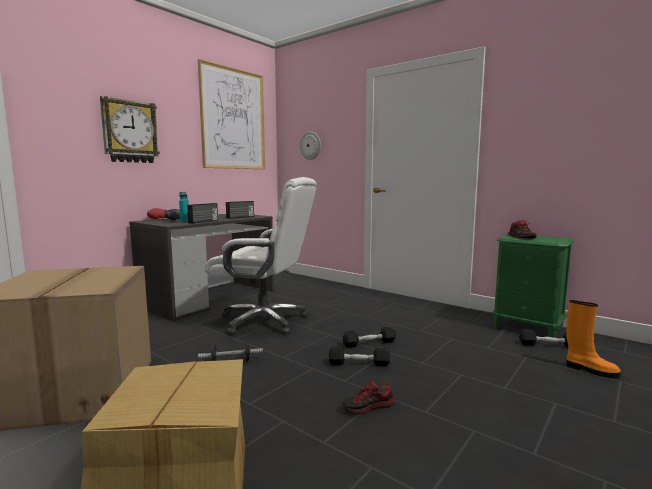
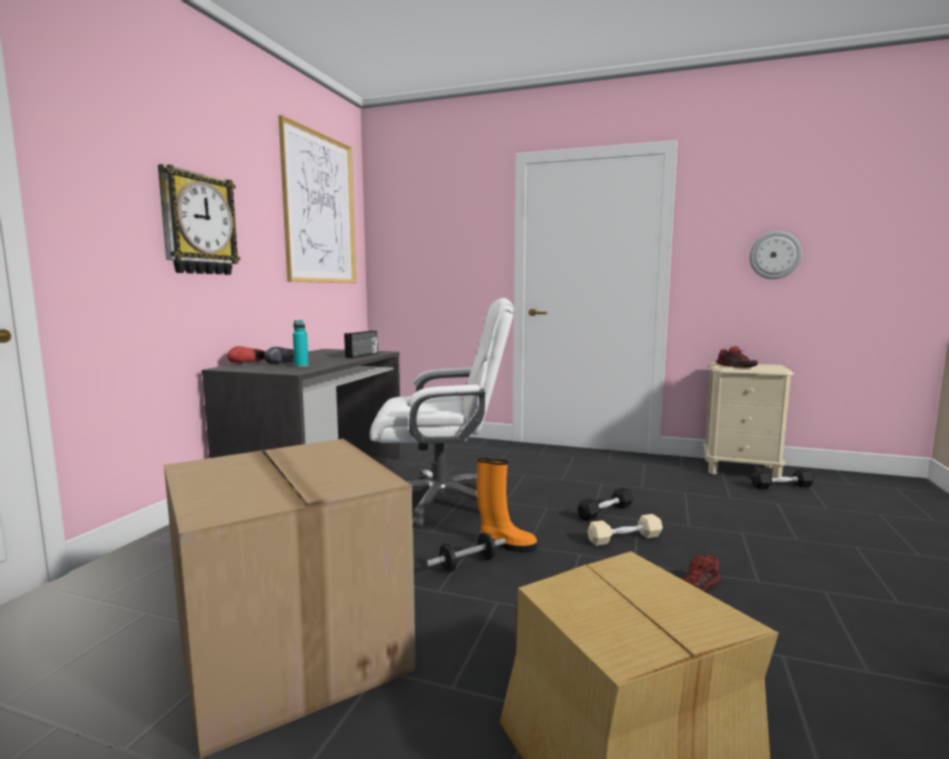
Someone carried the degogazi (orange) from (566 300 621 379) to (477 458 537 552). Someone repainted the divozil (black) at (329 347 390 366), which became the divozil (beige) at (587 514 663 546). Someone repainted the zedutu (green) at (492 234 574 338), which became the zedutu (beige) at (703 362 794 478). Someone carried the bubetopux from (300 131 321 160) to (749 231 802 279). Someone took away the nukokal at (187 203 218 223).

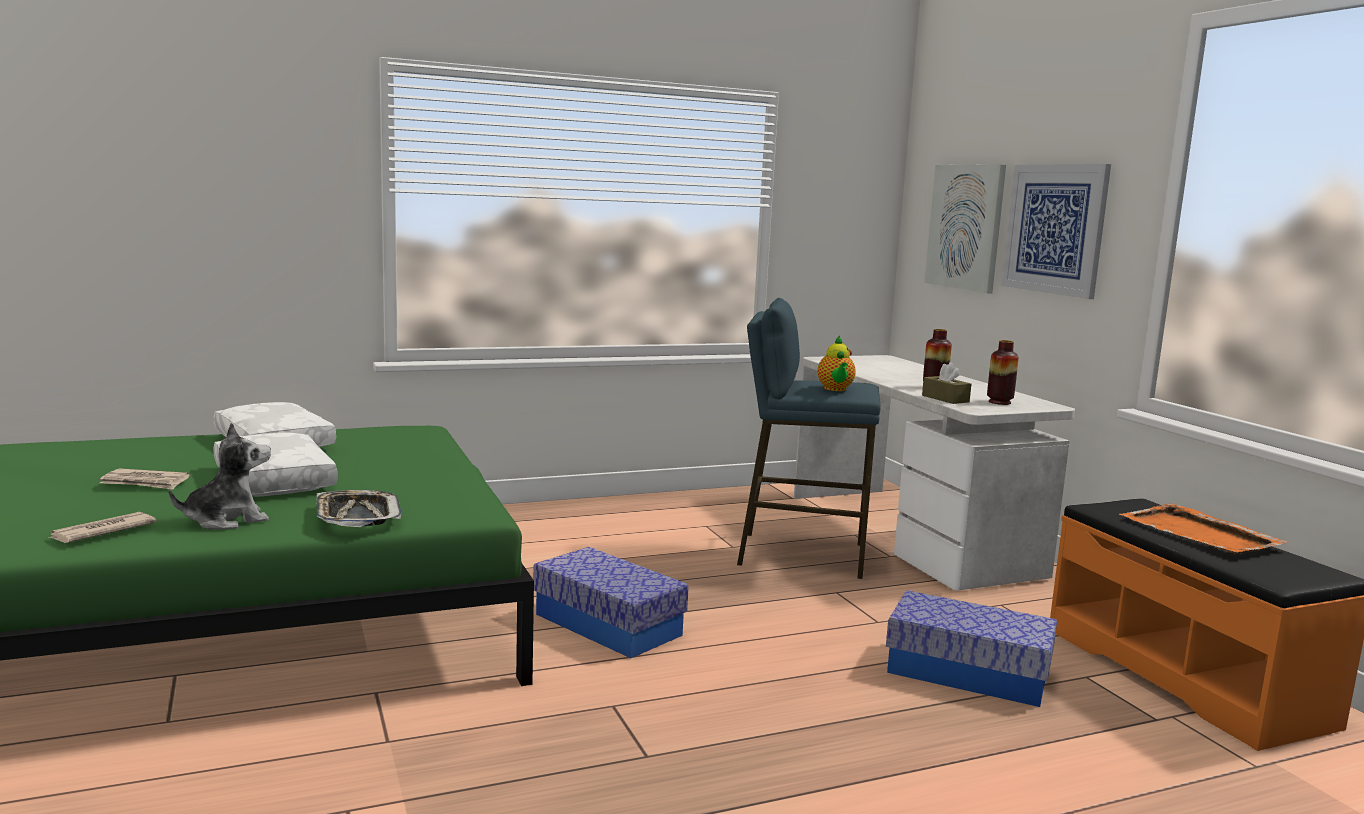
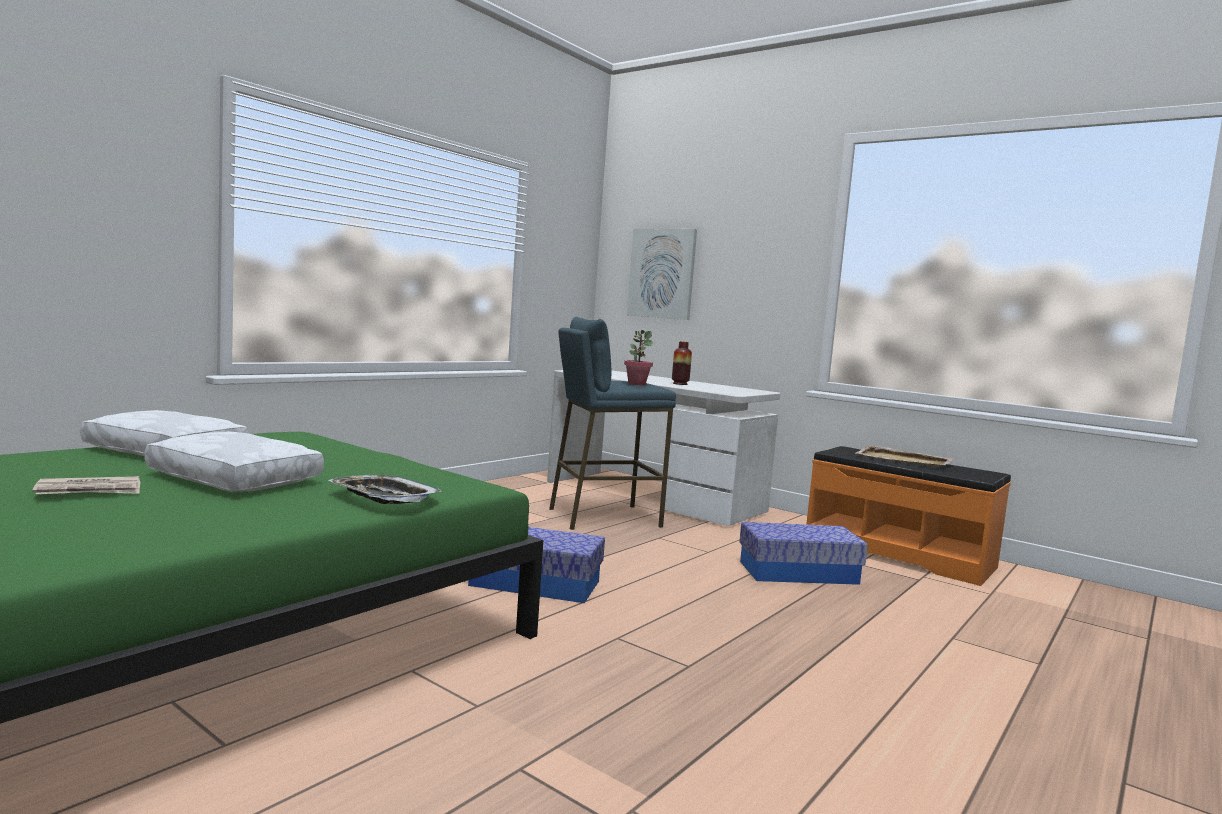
Someone swapped the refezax at (818 336 856 391) for the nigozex at (624 330 653 385). Someone repainted the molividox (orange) at (1119 503 1289 554), which became the molividox (beige) at (856 446 954 467). Someone took away the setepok at (48 512 157 543). Someone took away the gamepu at (169 422 271 530). Someone took away the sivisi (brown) at (922 362 971 404). Someone took away the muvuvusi at (987 340 1019 405). Someone took away the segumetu at (1001 164 1111 299).

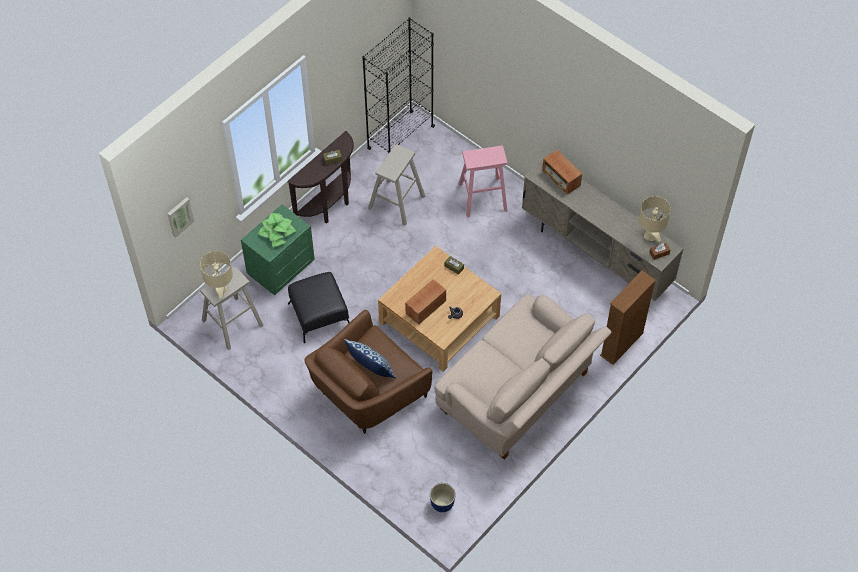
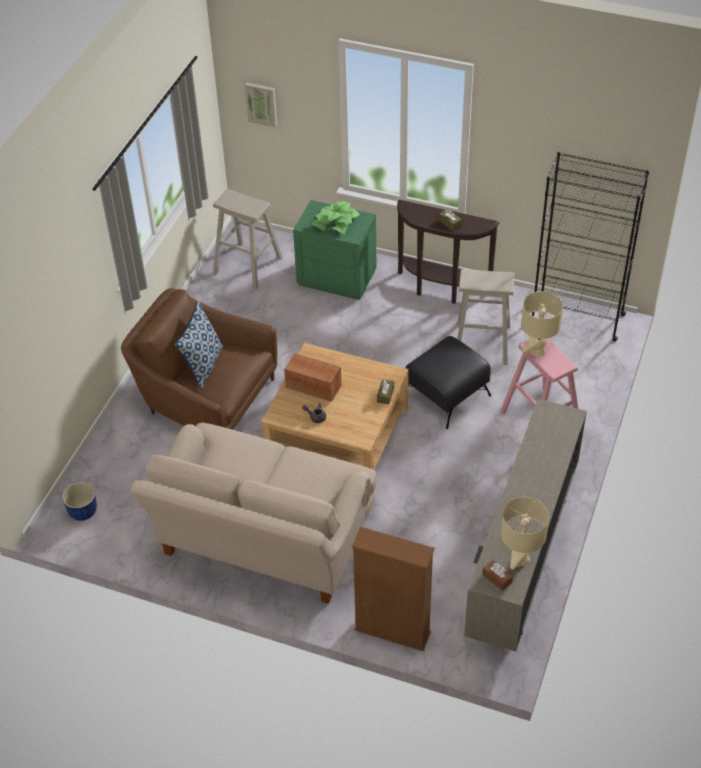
Someone carried the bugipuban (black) from (288 272 350 343) to (405 336 491 429). Someone carried the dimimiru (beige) from (200 251 233 299) to (521 291 563 356). Someone took away the nukokal at (542 150 582 195).

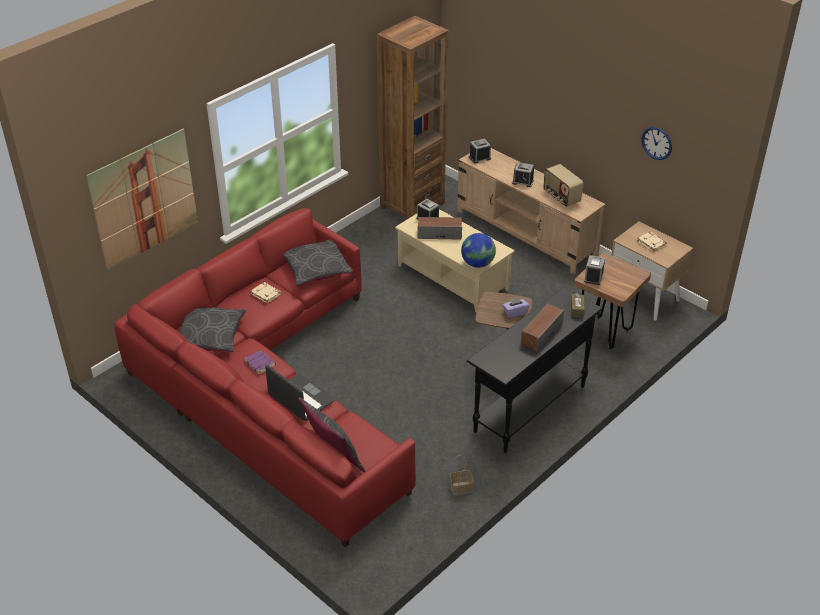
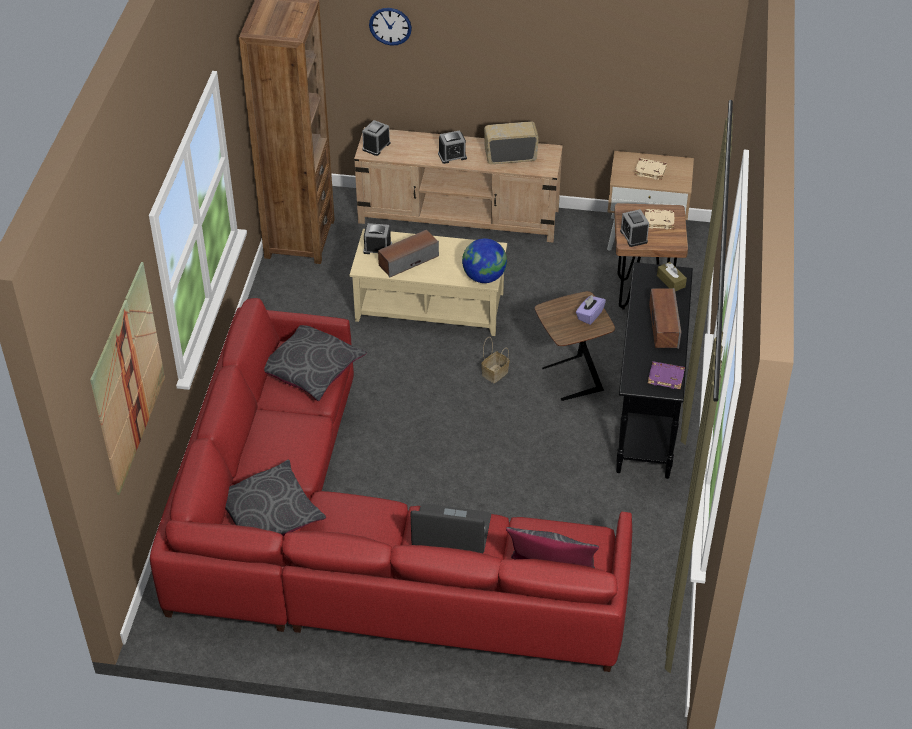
Someone carried the bubetopux from (642 127 672 160) to (369 8 412 45). Someone carried the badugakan from (450 455 474 496) to (481 337 510 383). Someone rotated the nukokal at (544 164 584 207) by 150 degrees clockwise. Someone carried the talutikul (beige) from (251 282 281 304) to (645 209 675 229). Someone carried the talutikul (purple) from (244 350 276 375) to (648 361 685 389).

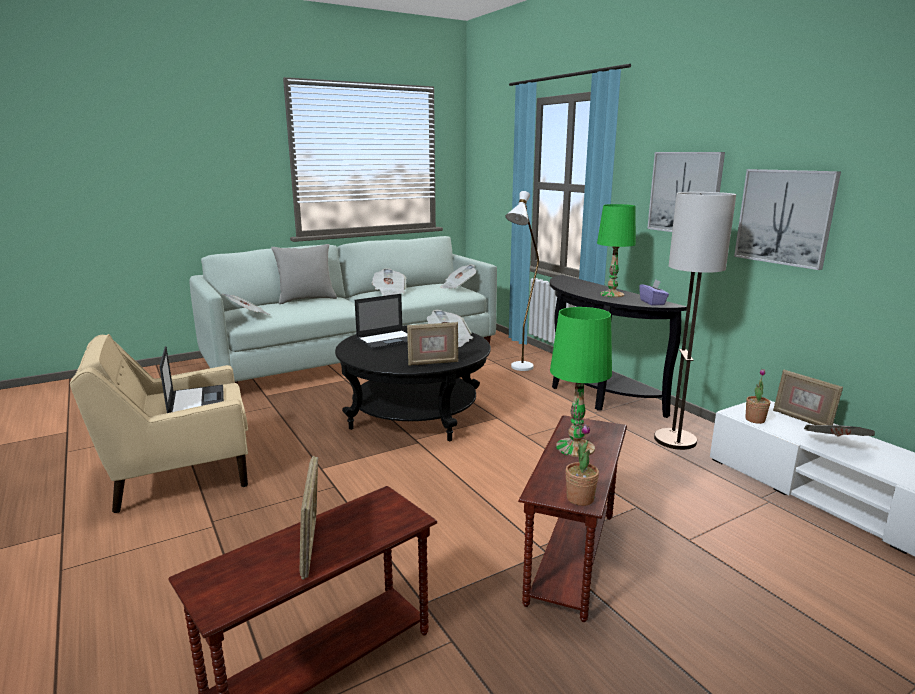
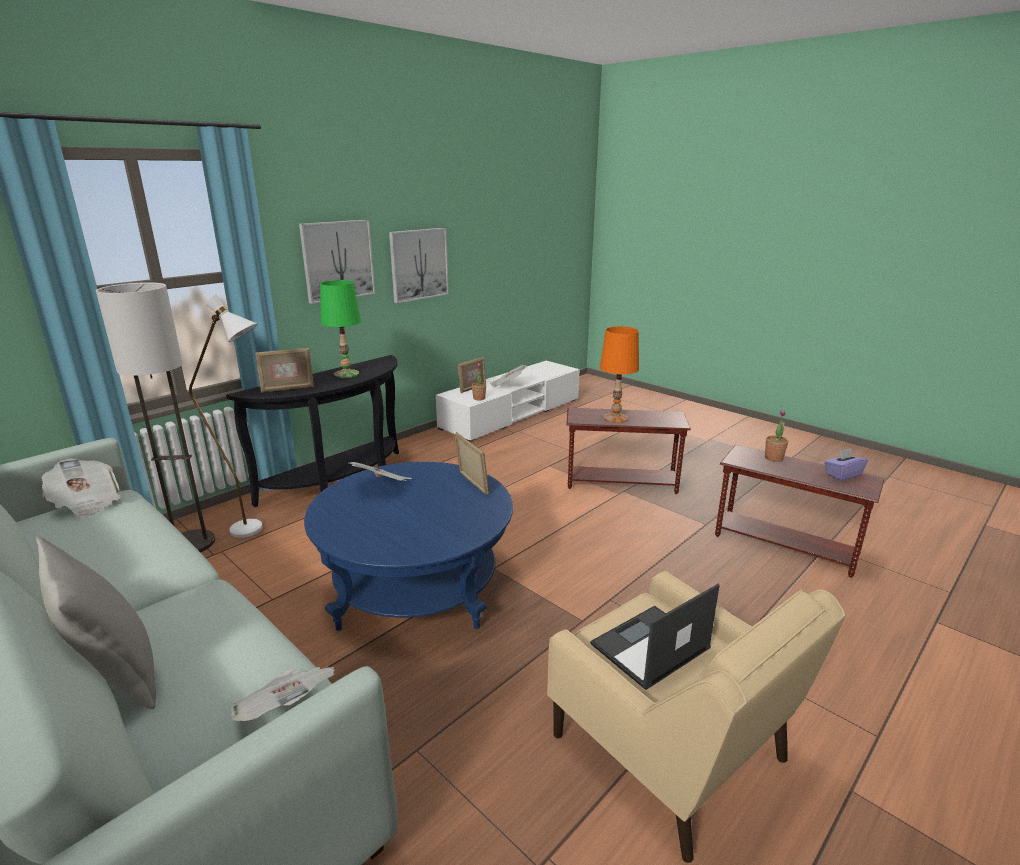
Someone carried the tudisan from (654 192 736 450) to (96 282 215 552). Someone carried the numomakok from (299 456 318 580) to (255 348 314 393). Someone repainted the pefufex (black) at (335 325 491 441), which became the pefufex (blue) at (304 462 513 631). Someone repainted the dimimiru (green) at (550 307 612 457), which became the dimimiru (orange) at (600 326 639 423). Someone carried the nigozex from (566 424 599 506) to (765 410 788 462). Someone carried the sivisi (purple) from (639 279 669 306) to (825 448 868 481). Someone took away the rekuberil at (355 294 408 350). Someone took away the setepok at (372 269 406 296).

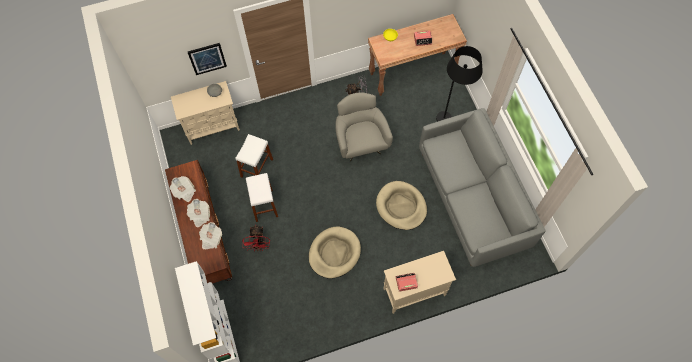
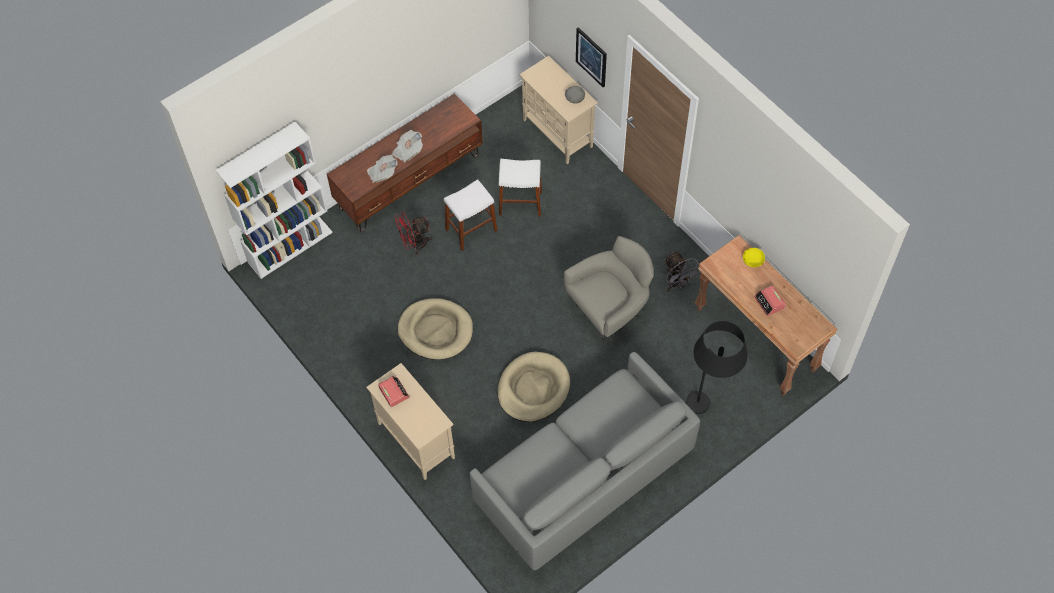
Someone took away the setepok at (170 176 196 202).

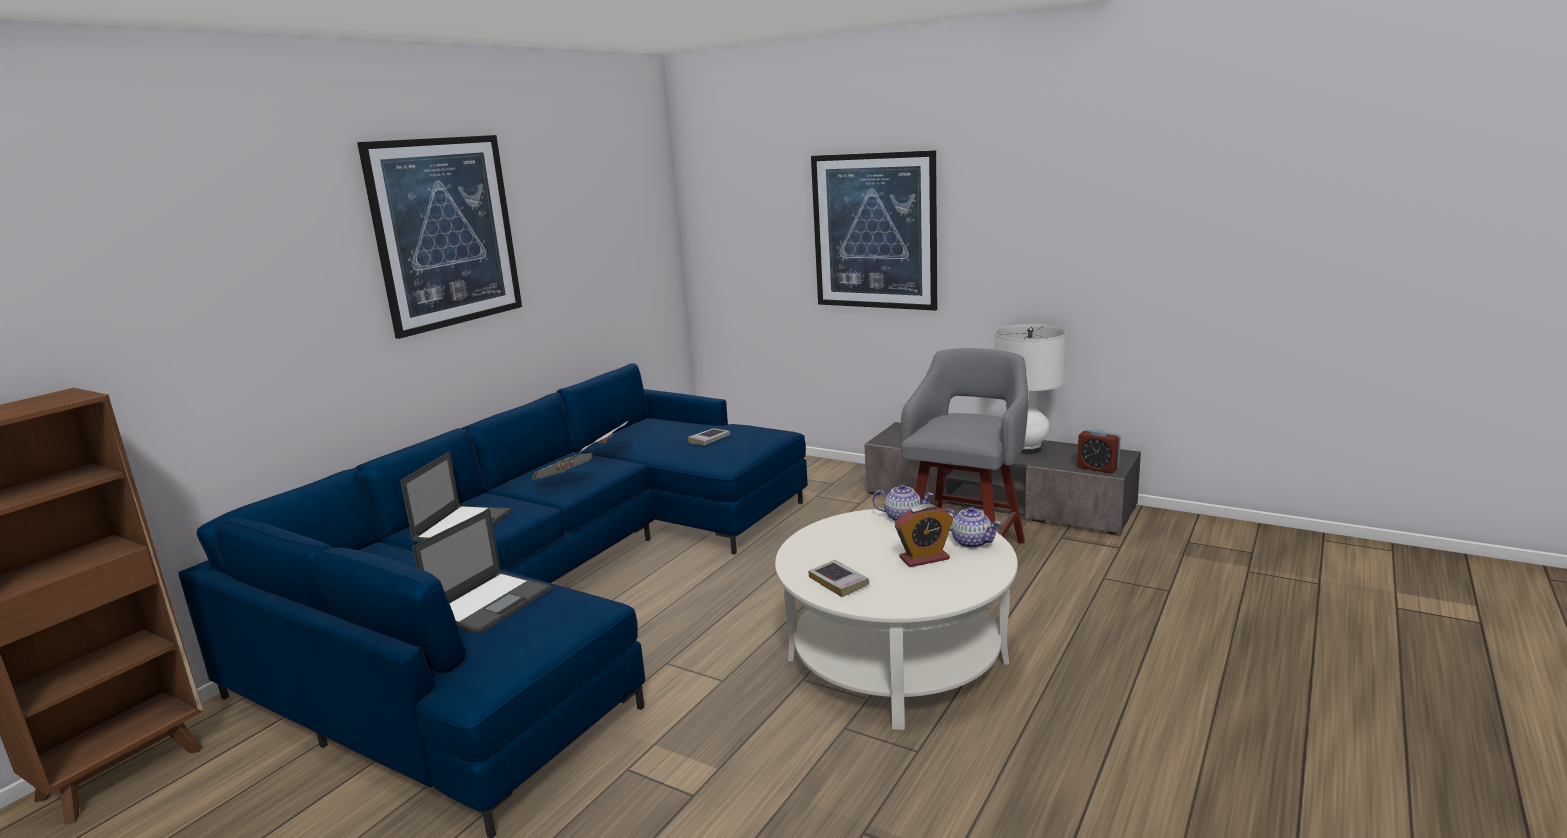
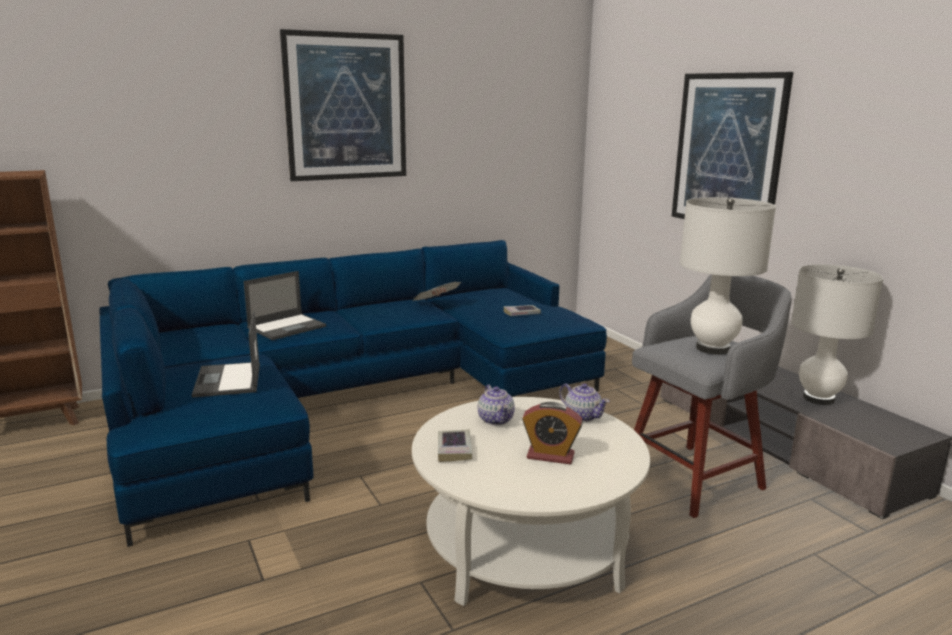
Someone rotated the rekuberil at (412 509 551 634) by 105 degrees clockwise. Someone carried the refezax from (946 507 1002 548) to (477 385 515 426). Someone put down the dimimiru (white) at (680 197 776 355). Someone took away the setepok at (532 453 592 480). Someone took away the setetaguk at (1077 429 1121 474).

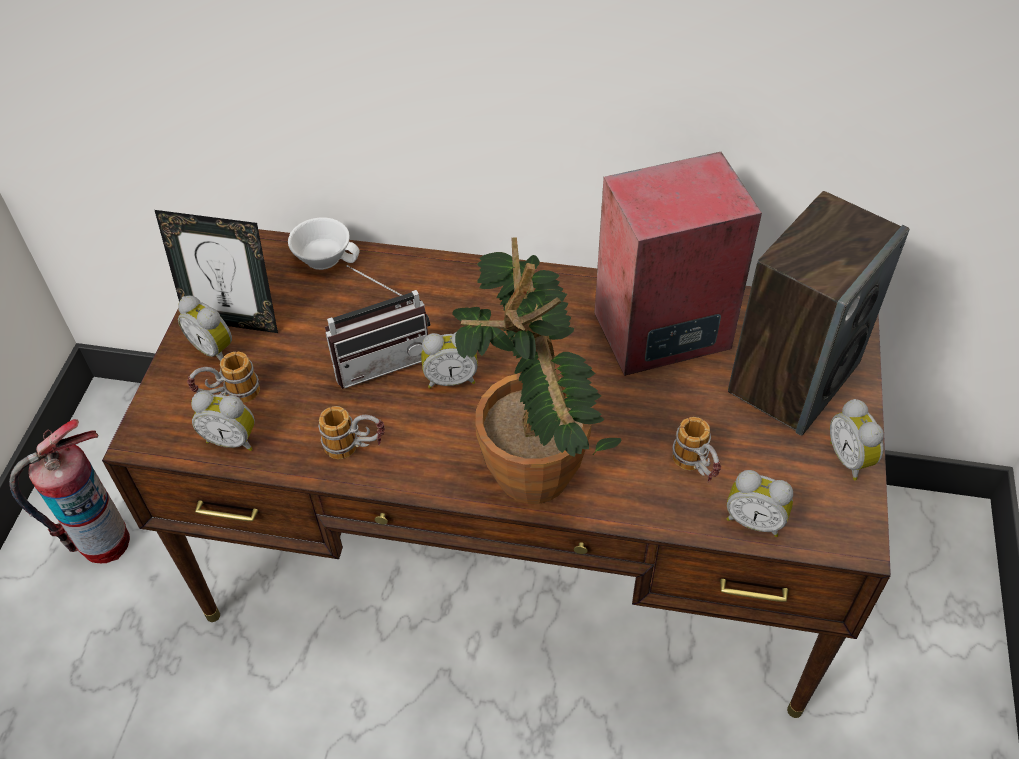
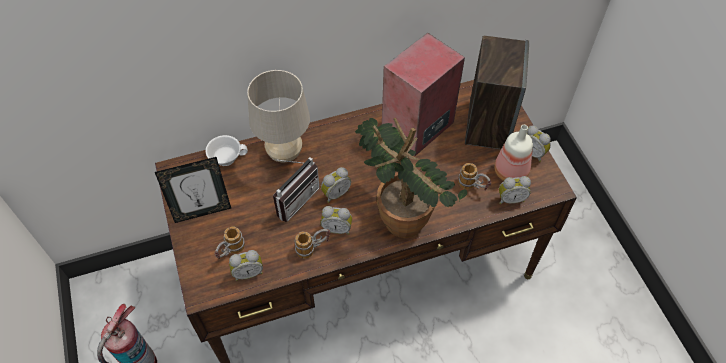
Someone put down the dimimiru (beige) at (247 70 310 162). Someone carried the setetaguk from (178 296 232 361) to (321 206 352 235). Someone put down the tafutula at (494 125 533 181).

